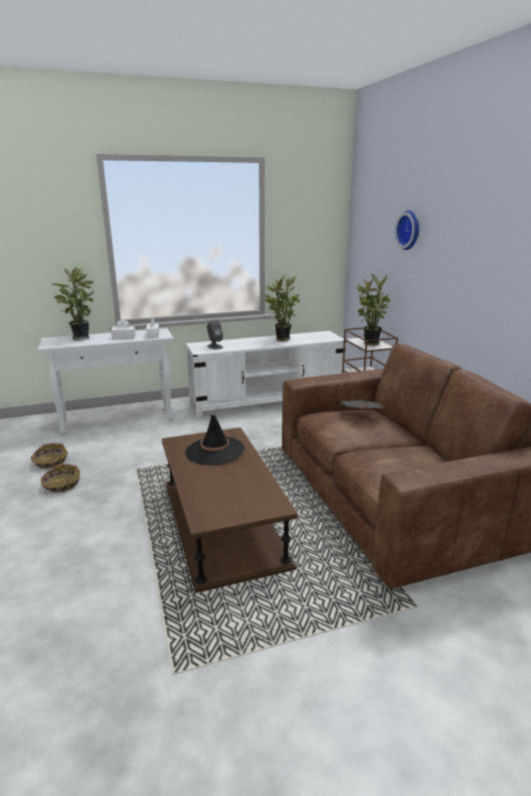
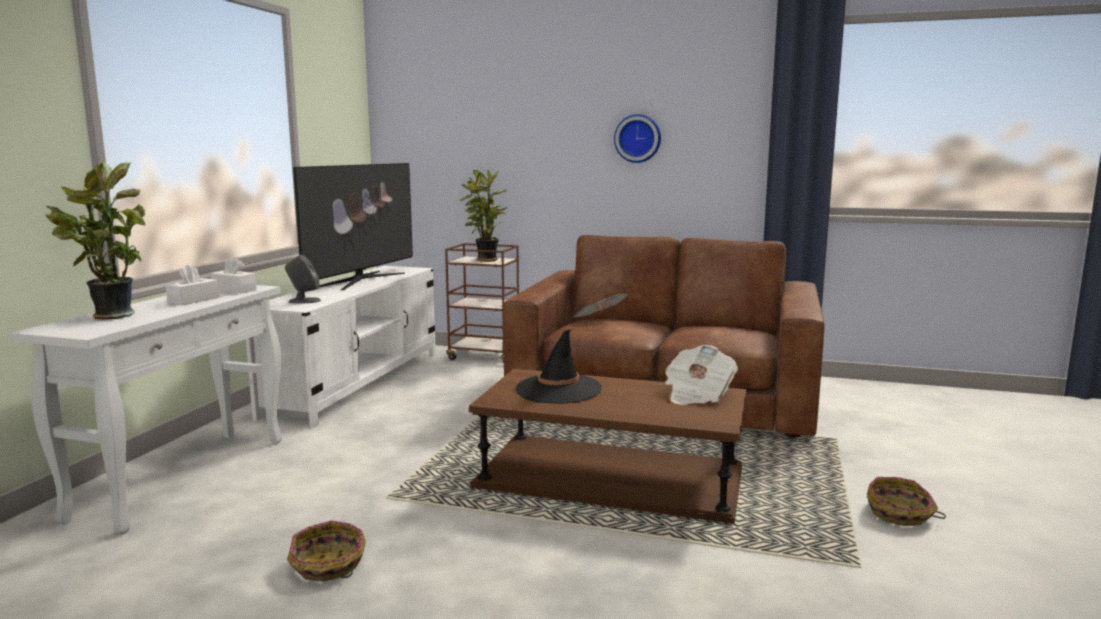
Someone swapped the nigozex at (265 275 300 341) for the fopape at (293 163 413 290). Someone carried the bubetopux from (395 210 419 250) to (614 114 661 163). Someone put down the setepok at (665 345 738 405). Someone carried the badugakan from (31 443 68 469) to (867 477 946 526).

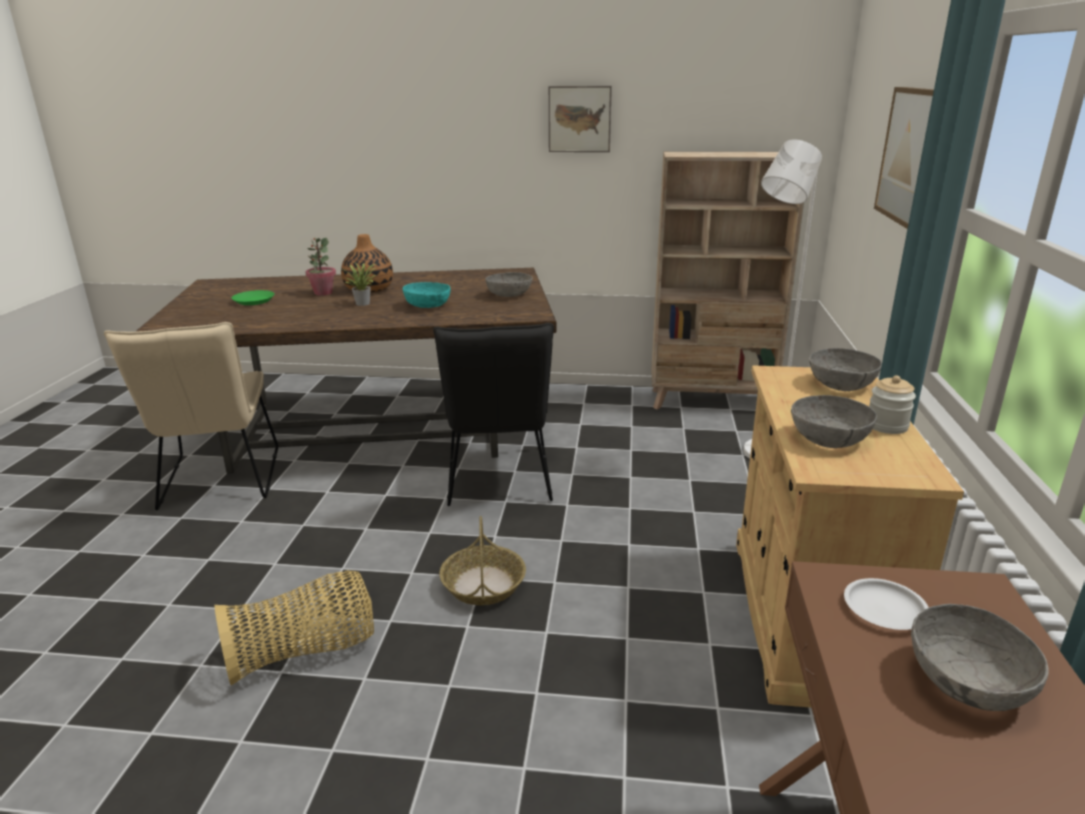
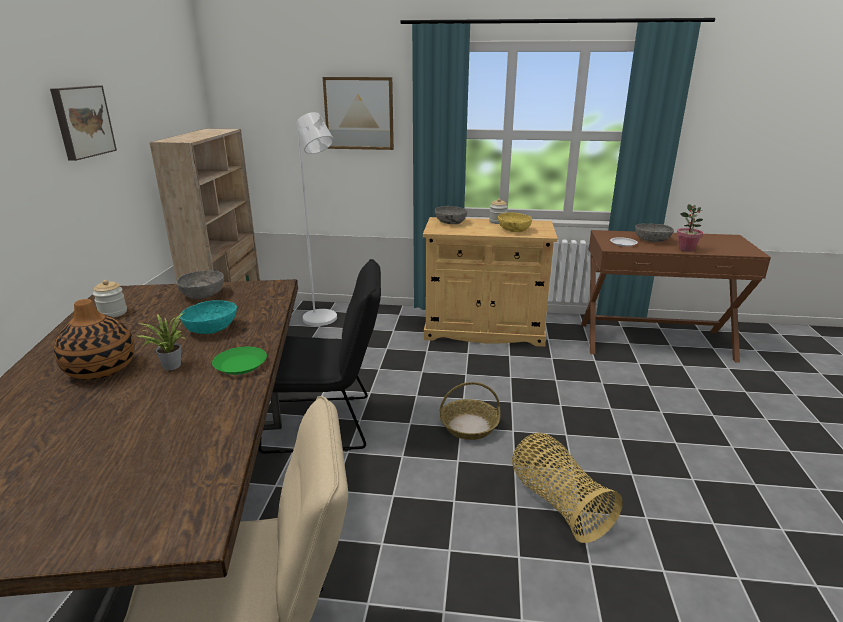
Someone put down the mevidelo at (93 280 127 317). Someone carried the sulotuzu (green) from (231 290 274 305) to (212 347 267 375). Someone repainted the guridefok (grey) at (791 395 877 448), which became the guridefok (yellow) at (498 212 532 232). Someone carried the nigozex from (305 238 336 296) to (677 204 703 252).

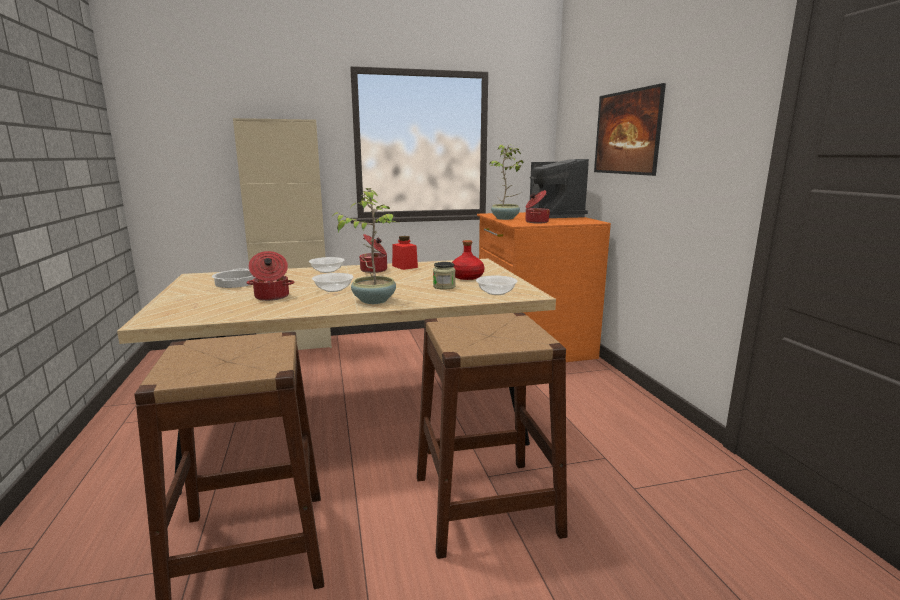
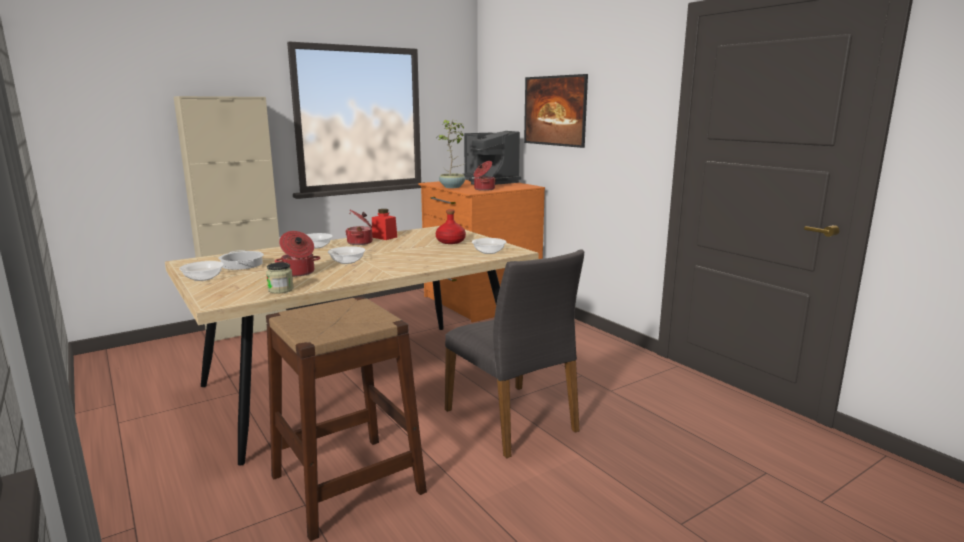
Someone put down the guridefok at (179 261 224 281). Someone carried the mevidelo from (433 262 455 290) to (266 262 294 294). Someone swapped the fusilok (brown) at (417 313 568 559) for the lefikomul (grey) at (445 249 584 458). Someone took away the nigozex at (331 188 398 304).

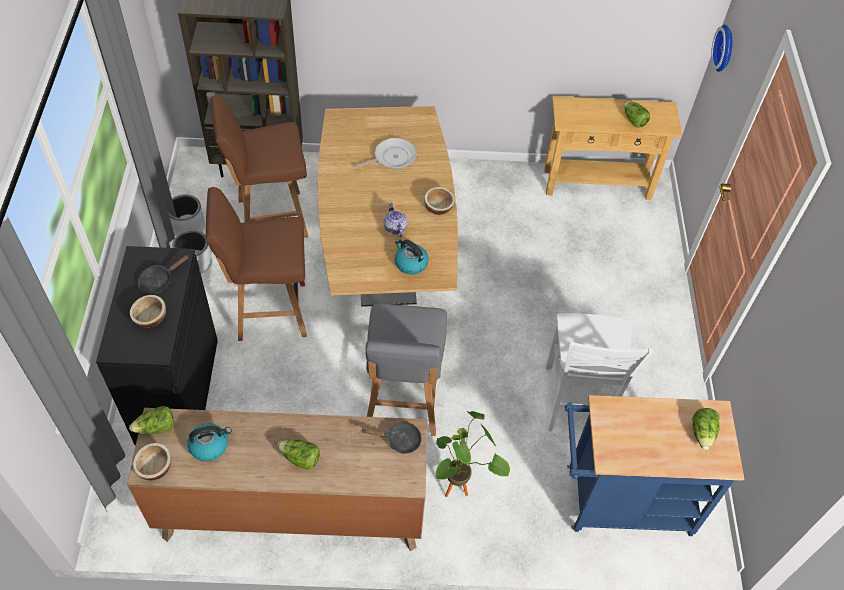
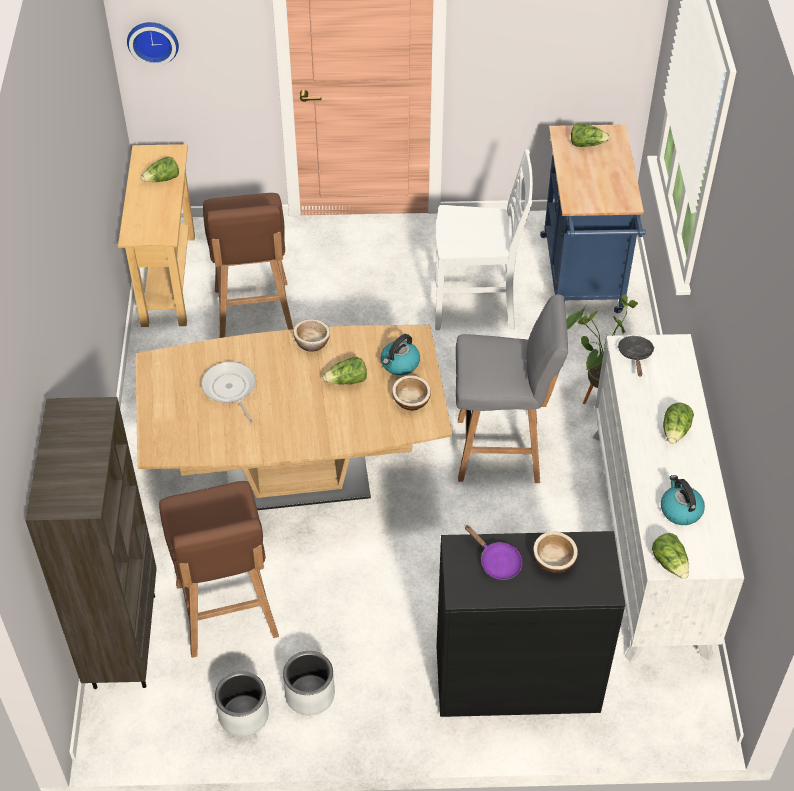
Someone carried the fusilok (brown) from (206 187 307 341) to (203 193 293 338). Someone swapped the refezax at (384 202 408 237) for the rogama at (323 357 367 384). Someone carried the guridefok from (133 443 172 480) to (392 375 431 410). Someone repainted the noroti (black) at (138 255 189 294), which became the noroti (purple) at (465 525 522 580). Someone repainted the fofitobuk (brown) at (127 408 428 551), which became the fofitobuk (white) at (592 334 744 662).

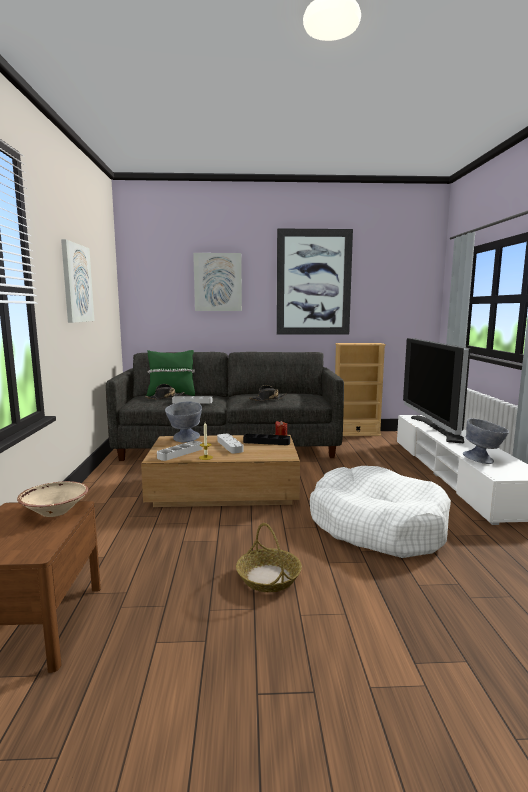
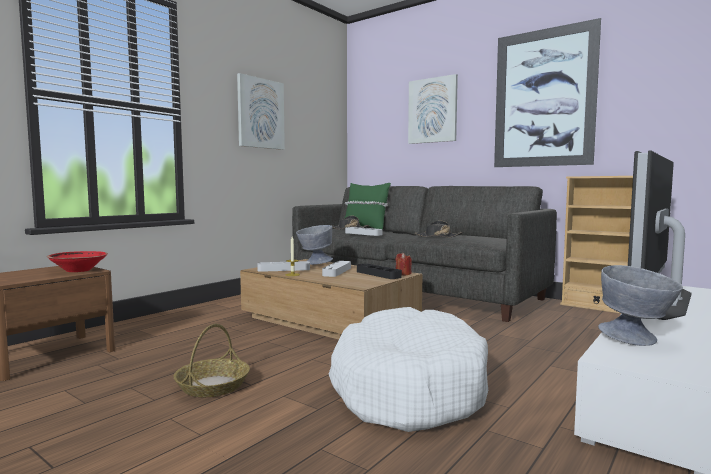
Someone repainted the guridefok (beige) at (17 481 89 517), which became the guridefok (red) at (47 251 108 272).

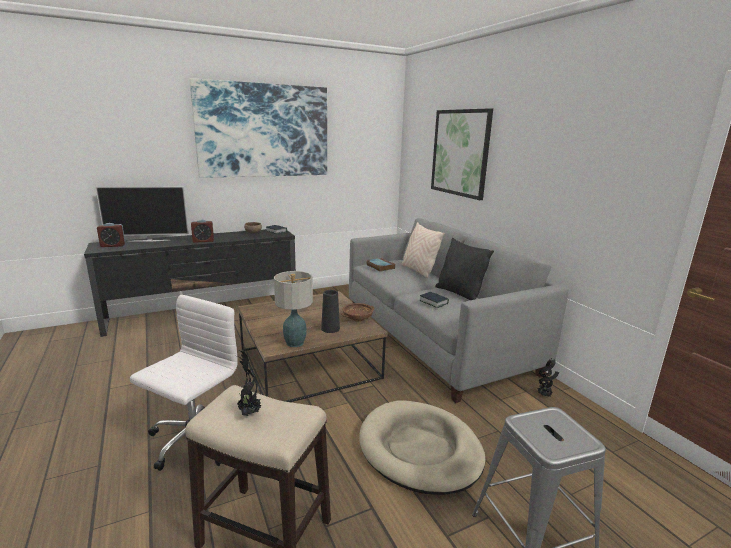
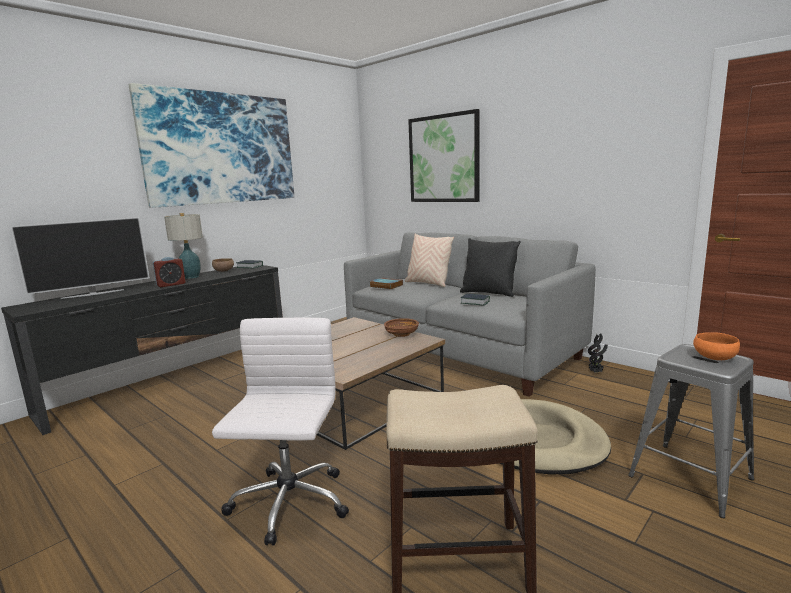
Someone carried the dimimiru from (274 271 313 347) to (164 213 203 279). Someone put down the guridefok (orange) at (693 332 740 360). Someone took away the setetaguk at (97 223 125 247). Someone took away the nigozex at (236 350 262 416). Someone took away the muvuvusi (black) at (321 290 340 333).

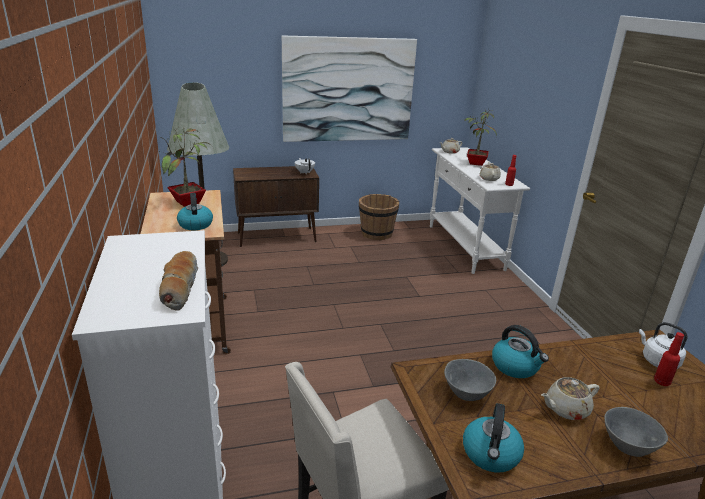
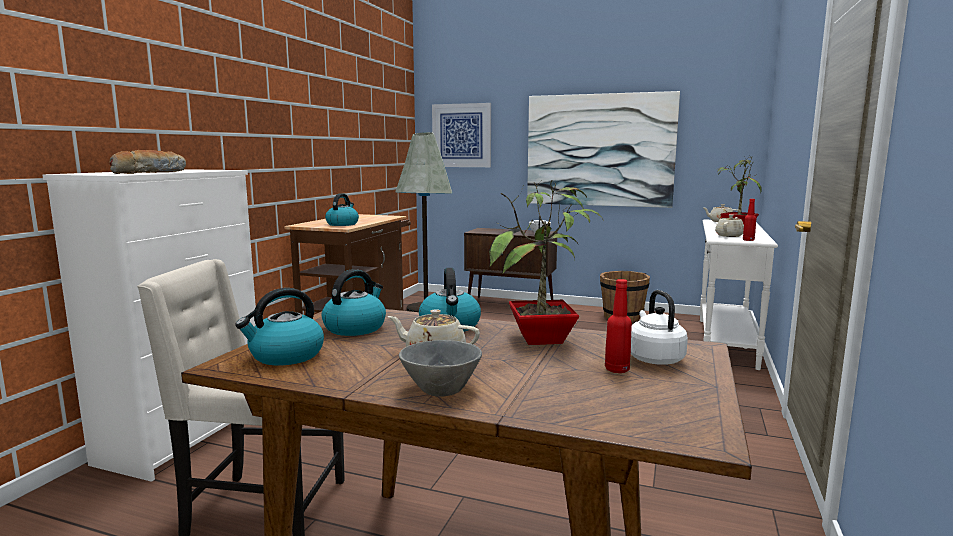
Someone swapped the guridefok (grey) at (444 359 496 401) for the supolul at (322 269 386 336). Someone put up the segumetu at (432 103 491 167). Someone carried the nigozex from (160 126 212 207) to (489 179 604 345).

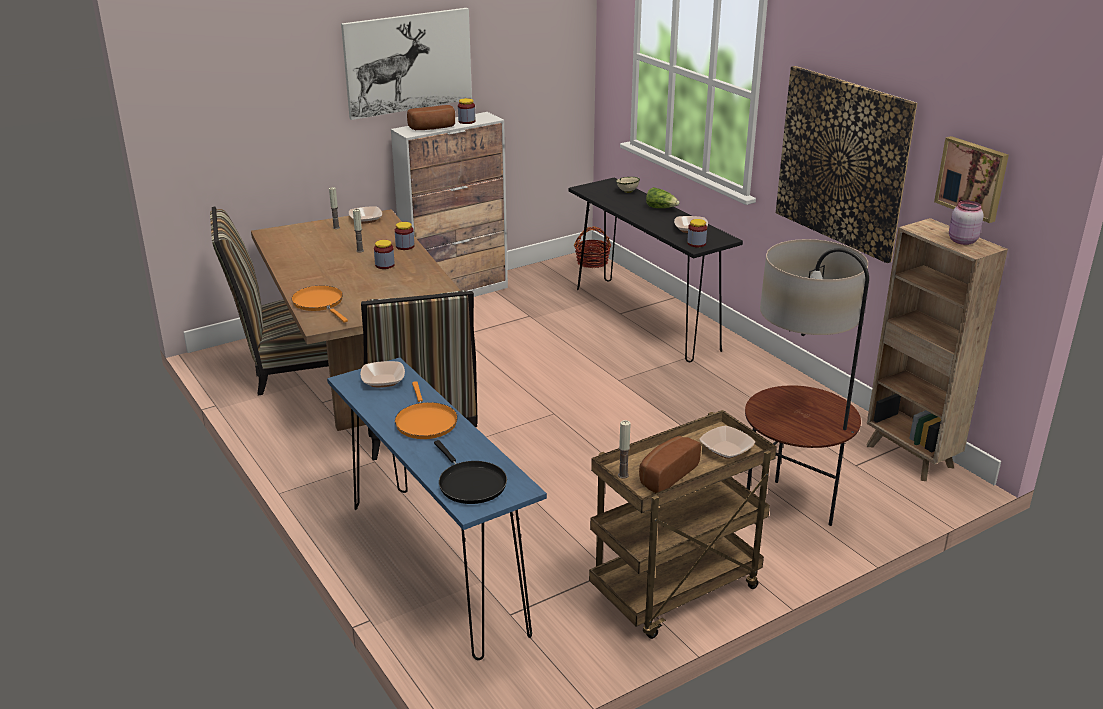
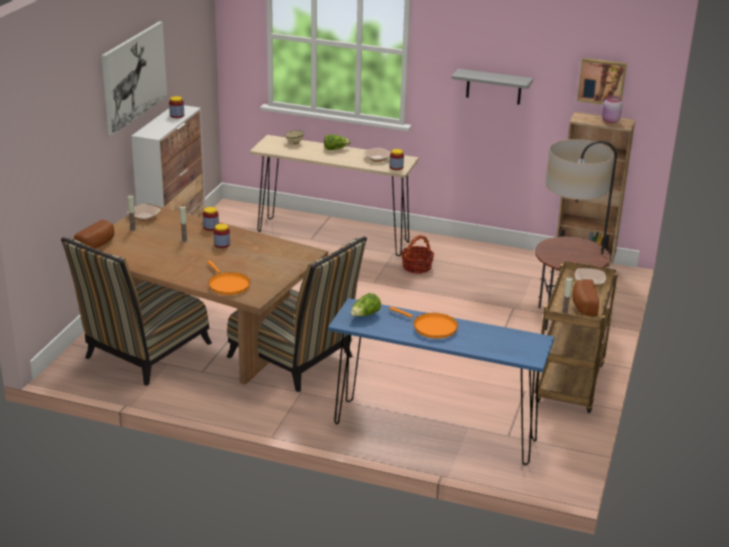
Someone carried the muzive from (407 105 455 130) to (74 220 114 249). Someone rotated the noroti (orange) at (291 286 348 323) by 135 degrees counterclockwise. Someone repainted the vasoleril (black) at (569 178 743 362), which became the vasoleril (beige) at (250 135 419 256). Someone swapped the guridefok at (360 361 405 387) for the rogama at (351 293 381 316). Someone carried the badugakan from (574 227 611 268) to (401 235 435 274). Someone swapped the segumetu at (776 66 917 263) for the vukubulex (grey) at (452 69 533 105). Someone took away the noroti (black) at (434 440 507 504).

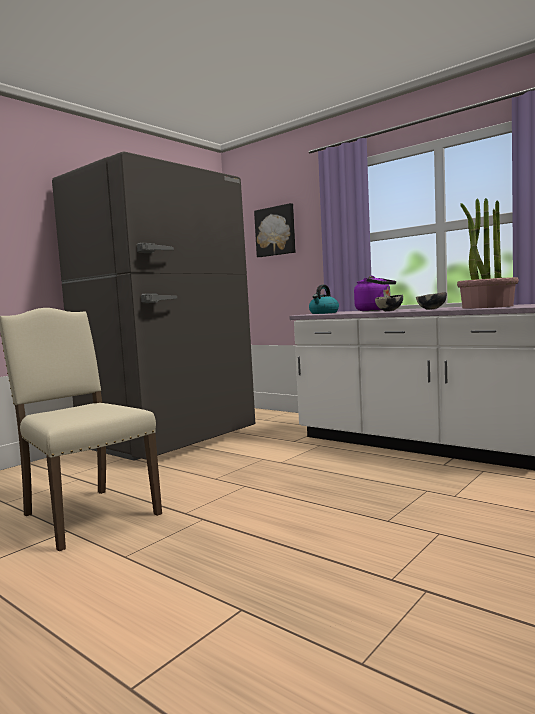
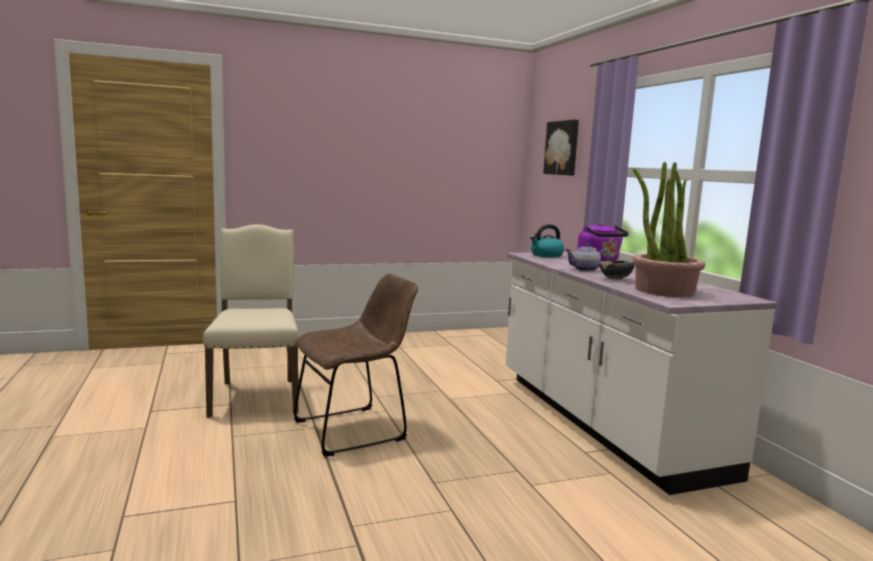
Someone put down the lefikomul (brown) at (294 274 418 456). Someone swapped the guridefok at (375 295 403 311) for the refezax at (565 243 609 272). Someone took away the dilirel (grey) at (52 151 255 461).

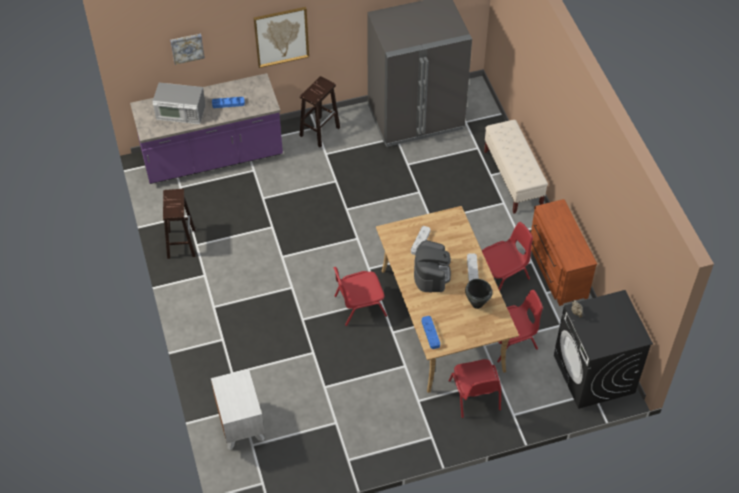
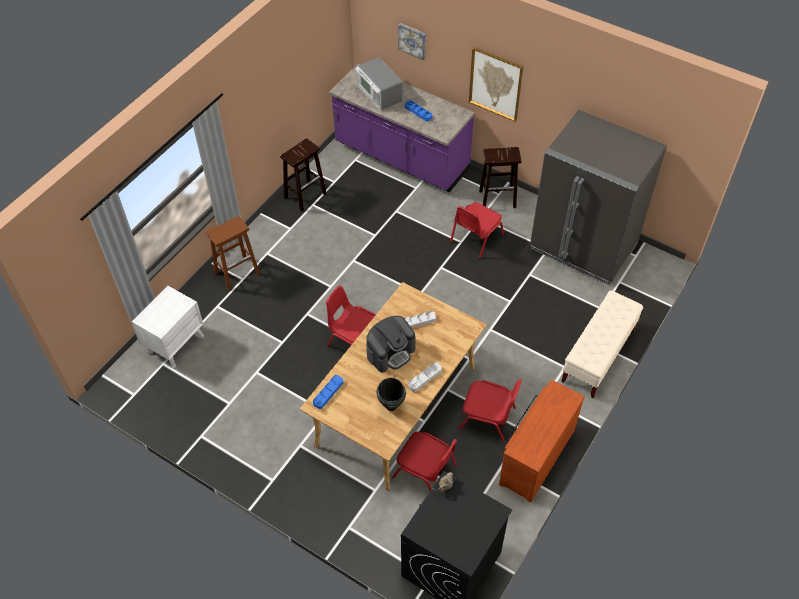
Someone put down the fusilok (brown) at (206 216 260 290). Someone carried the lefikomul (red) from (449 359 501 418) to (450 202 504 258).

